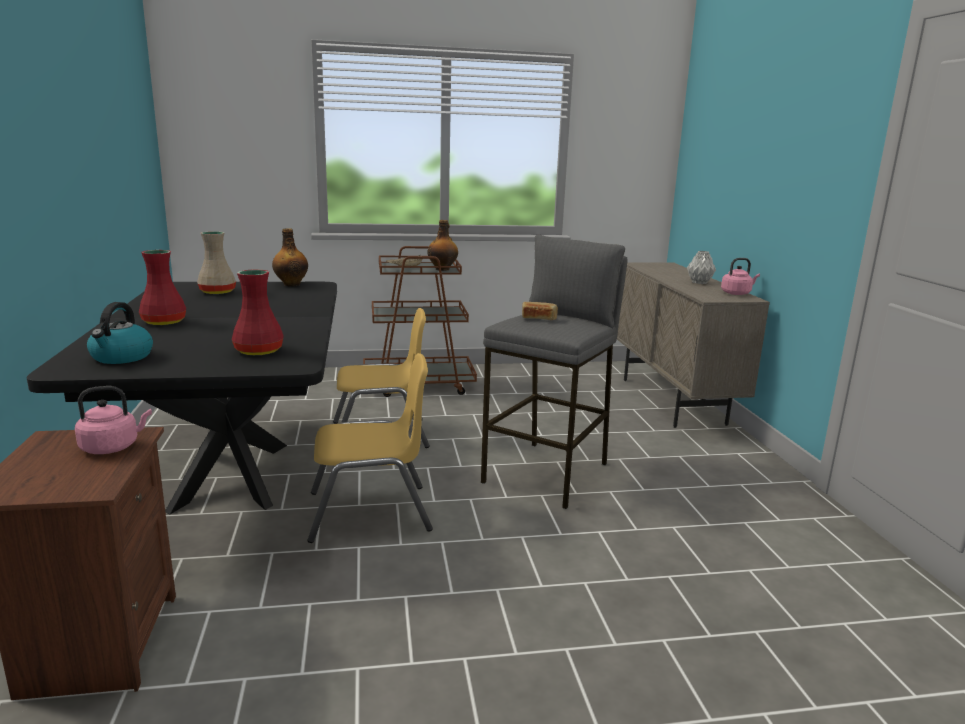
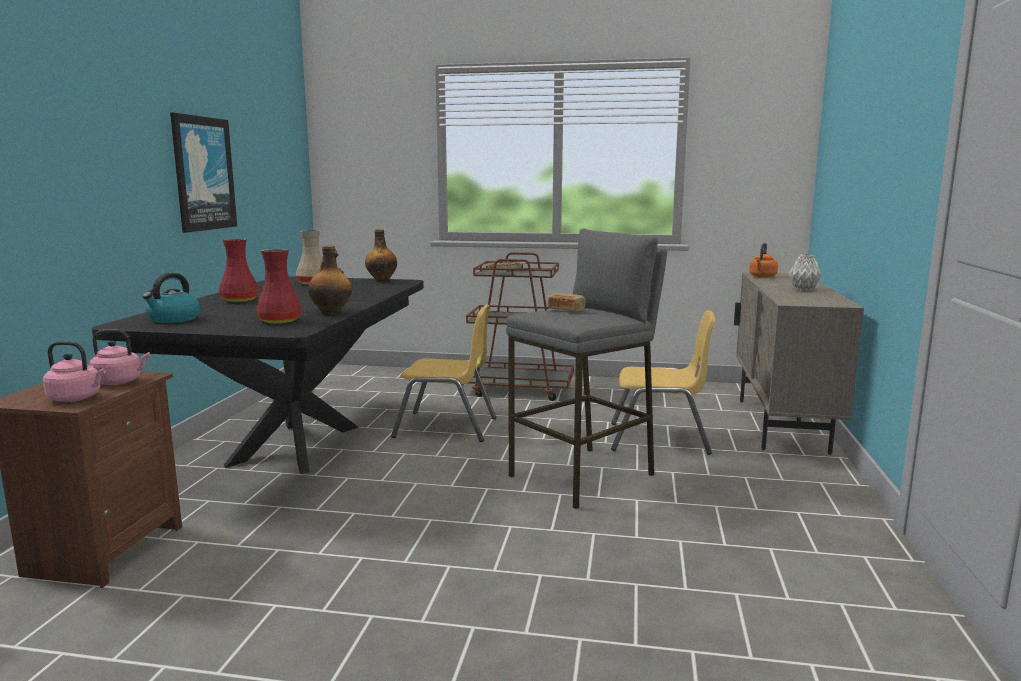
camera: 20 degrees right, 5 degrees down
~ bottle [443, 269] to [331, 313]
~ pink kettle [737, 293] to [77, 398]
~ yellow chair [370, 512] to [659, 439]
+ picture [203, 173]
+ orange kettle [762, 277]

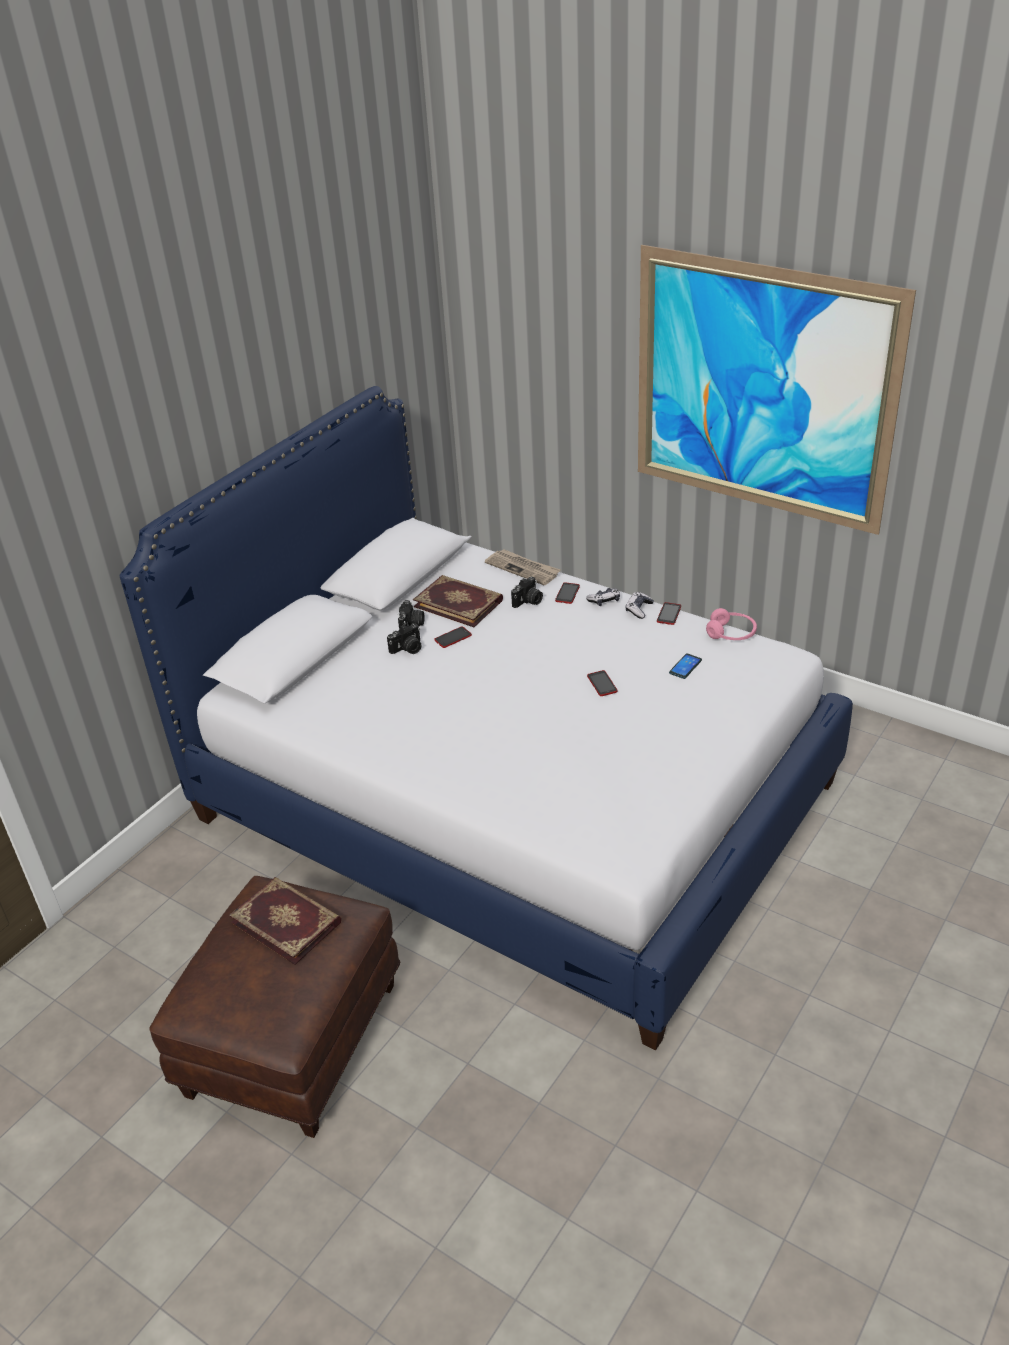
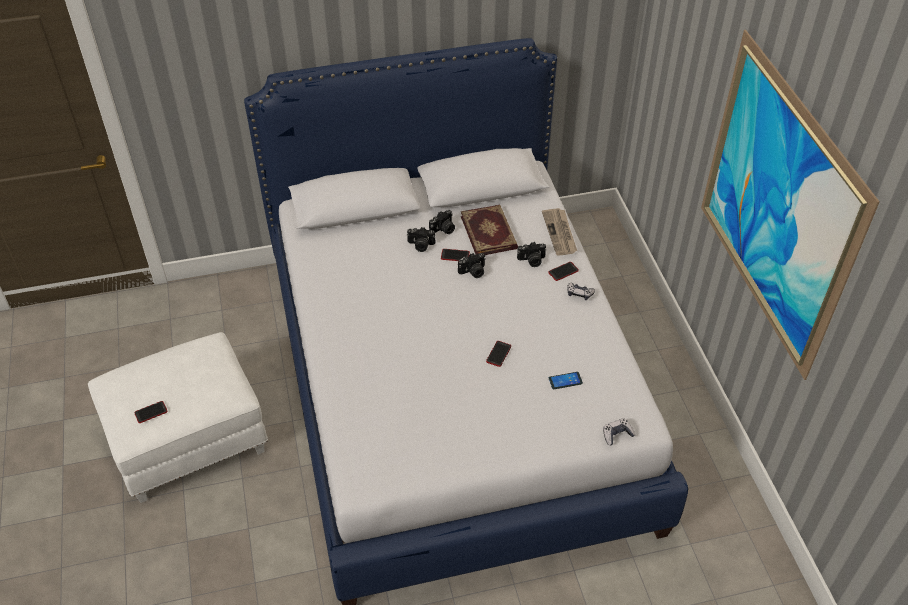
camera: 40 degrees right, 10 degrees up
~ game controller [639, 609] to [617, 434]
~ phone [669, 614] to [151, 412]
- pink headphones [731, 633]
~ brown ottoman [292, 1037] to white ottoman [189, 439]
- book [287, 921]
+ photo camera [473, 272]

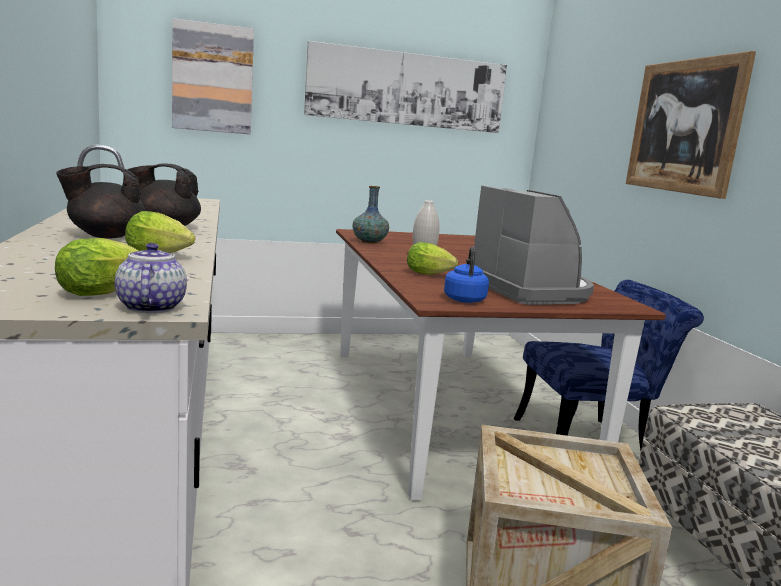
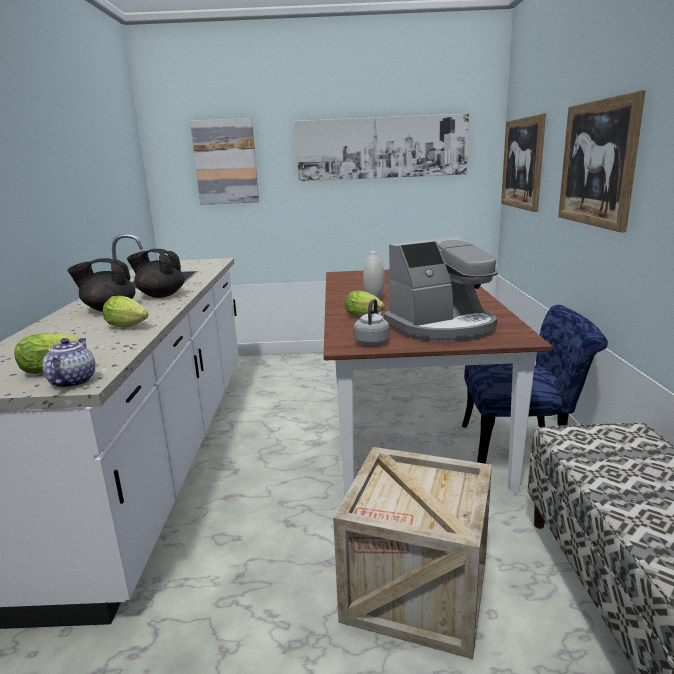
camera: 15 degrees right, 5 degrees up
~ coffee machine [531, 290] = [442, 327] 75 degrees clockwise
- vase [369, 242]
~ blue kettle [464, 299] to grey kettle [372, 341]
+ picture [522, 163]

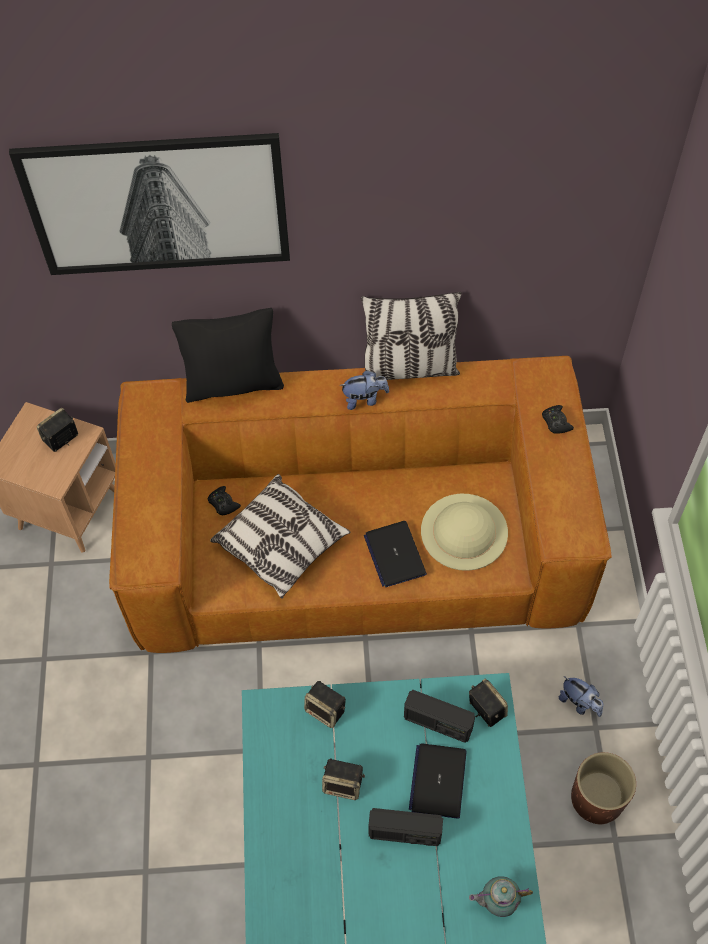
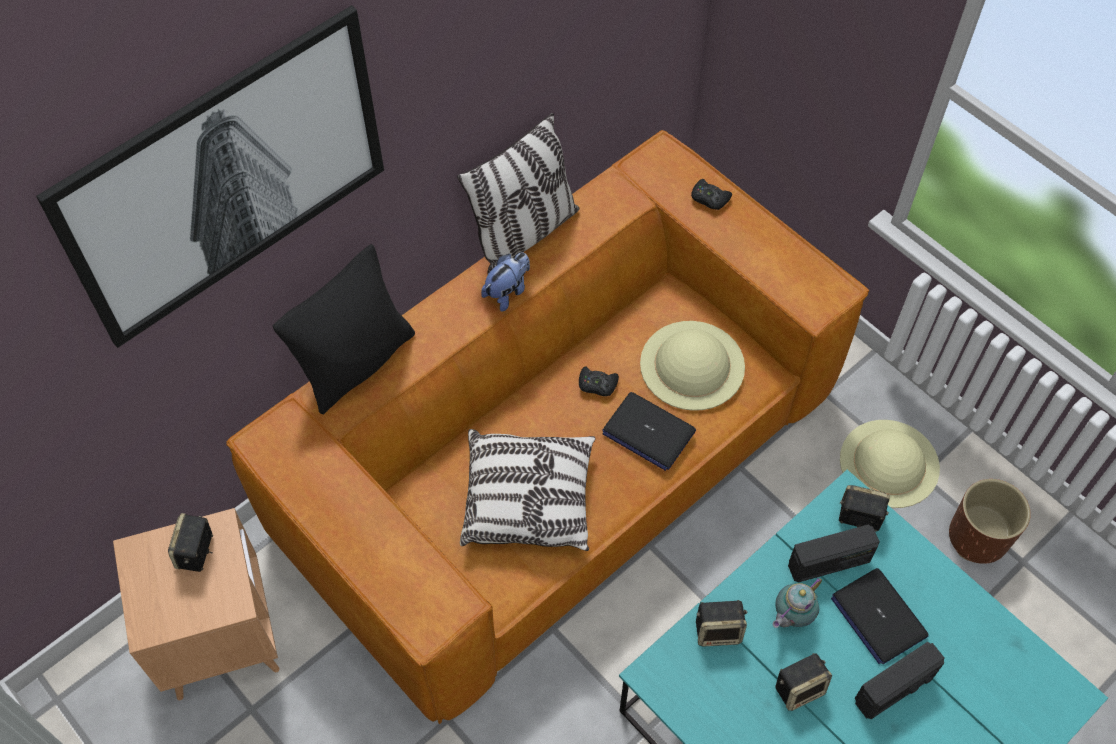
camera: 40 degrees left, 0 degrees up
~ black game controller [223, 503] to [597, 384]
~ plush toy [579, 703] to beige hat [889, 463]
~ teapot [497, 901] to [791, 616]

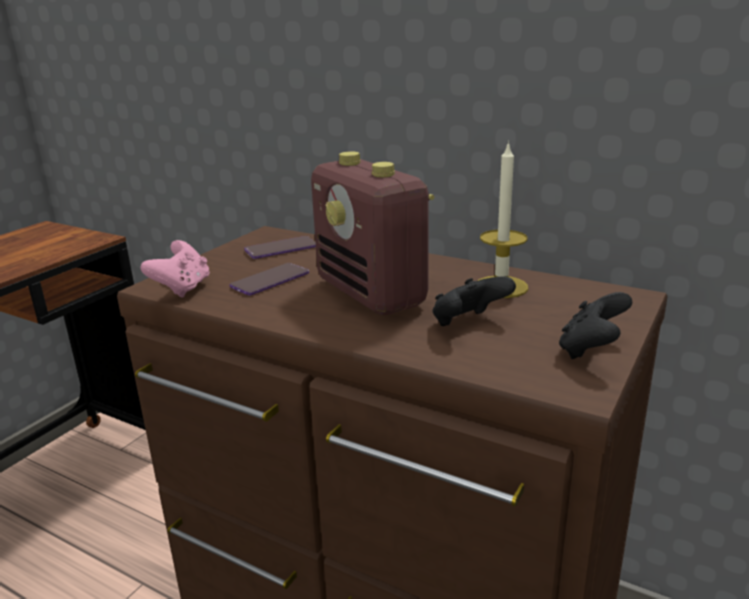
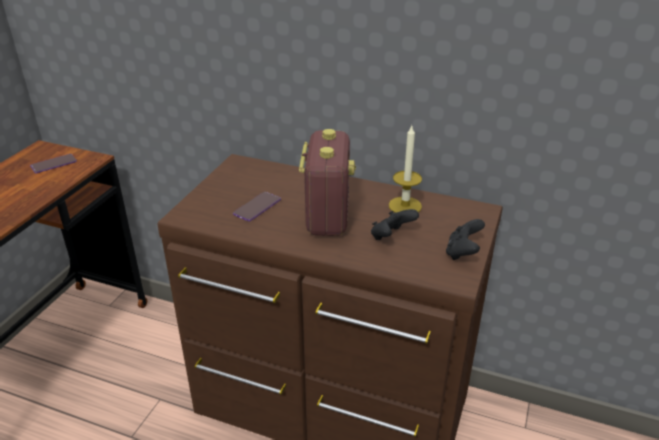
camera: 10 degrees left, 10 degrees up
~ radio [372, 294] = [327, 216] 135 degrees counterclockwise
~ phone [281, 249] to [53, 164]
- pink game controller [182, 288]

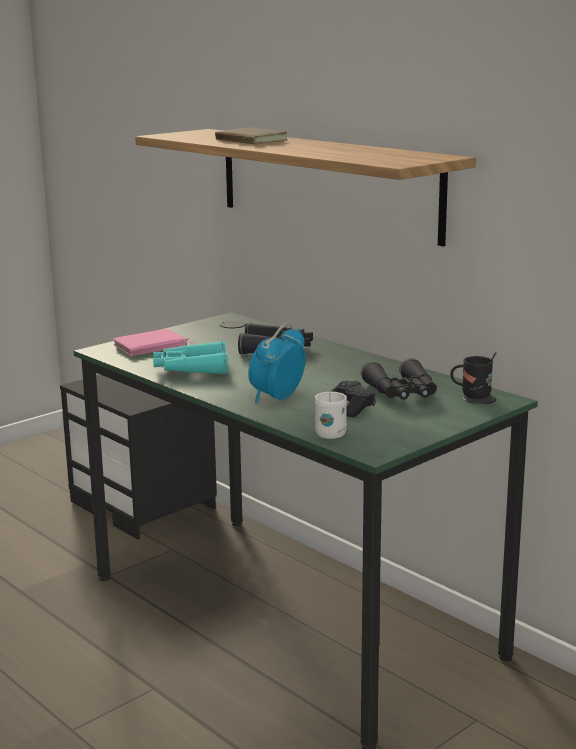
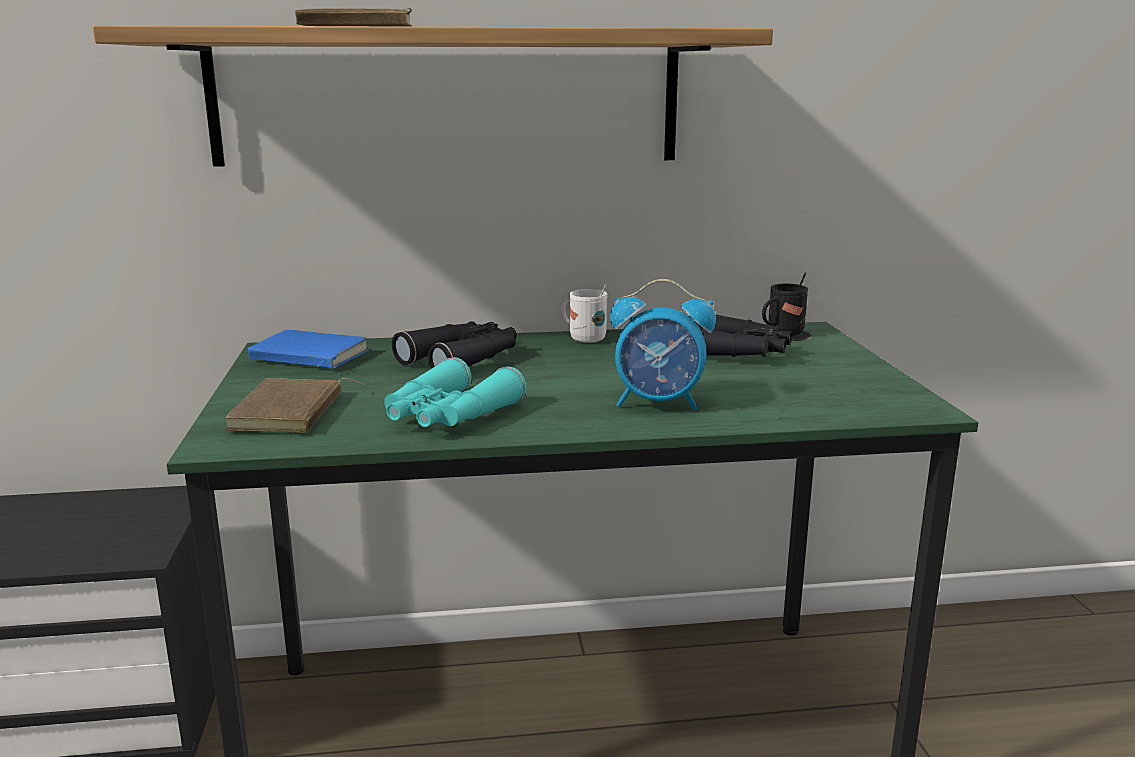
camera: 55 degrees left, 0 degrees up
~ alarm clock [276, 398] = [659, 403] 60 degrees counterclockwise
~ pink book [151, 347] to brown book [291, 413]
- black game controller [351, 407]
~ white mug [331, 433] to [583, 338]
+ blue book [307, 357]

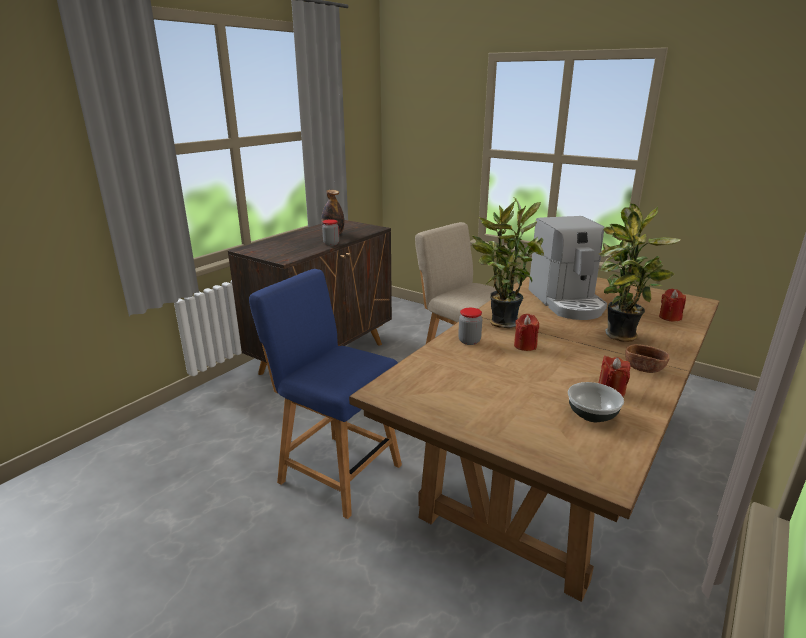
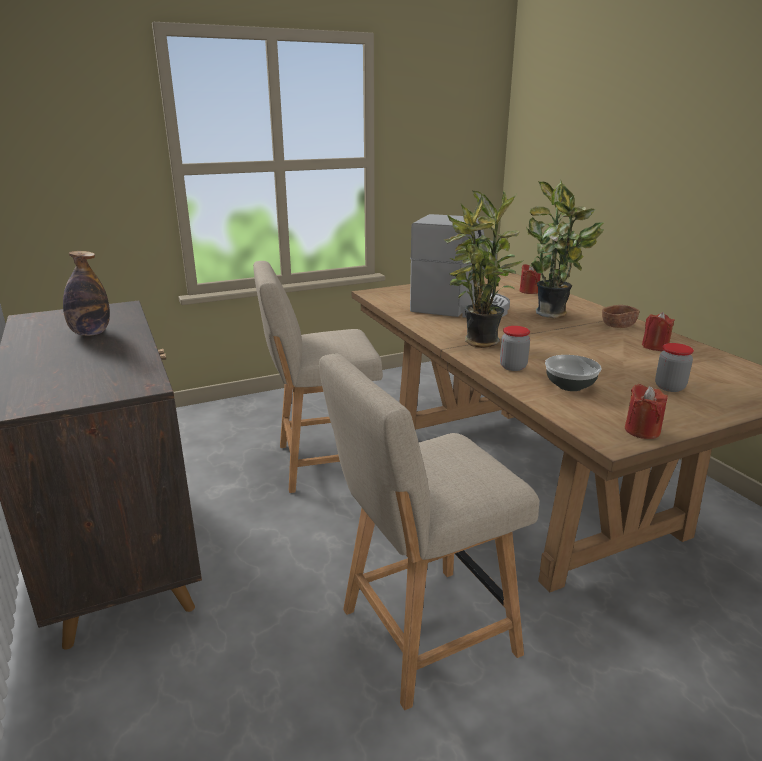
camera: 60 degrees left, 0 degrees up
~ jar [331, 244] to [669, 387]
~ blue chair [335, 471] to beige chair [421, 635]
~ red candle [525, 346] to [642, 430]
~ bowl [591, 415] to [569, 386]

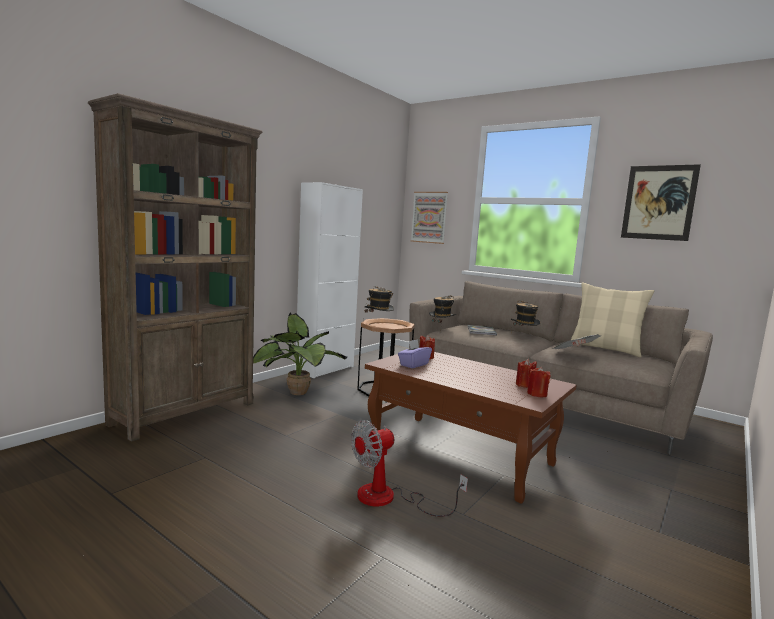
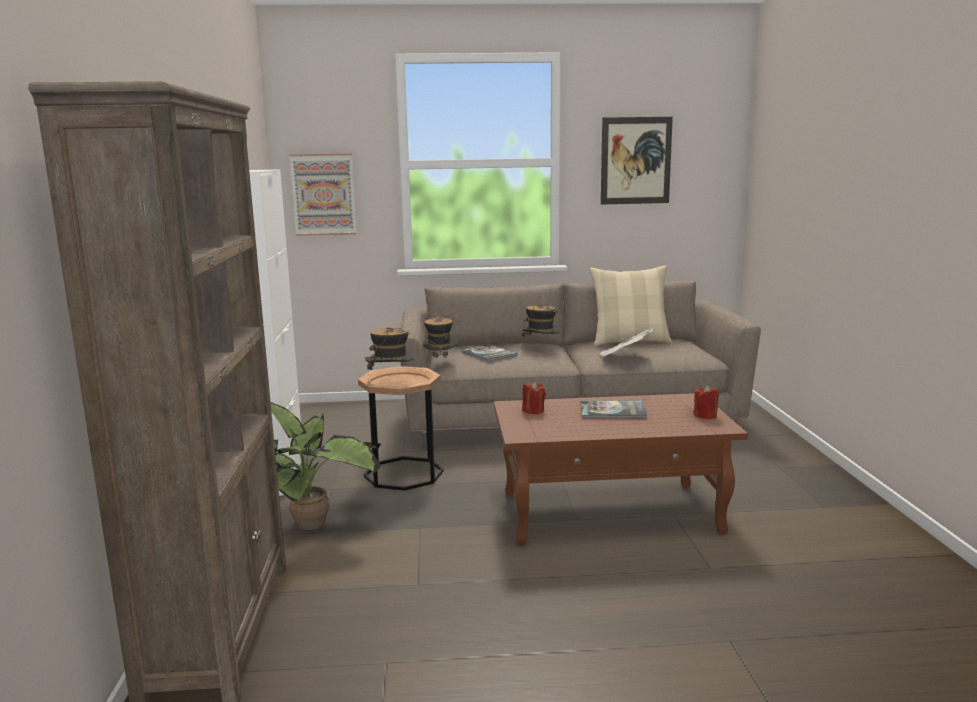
camera: 40 degrees left, 5 degrees up
- purple tissue box [413, 364]
- red candle [525, 385]
- fan [389, 499]
+ book [612, 411]

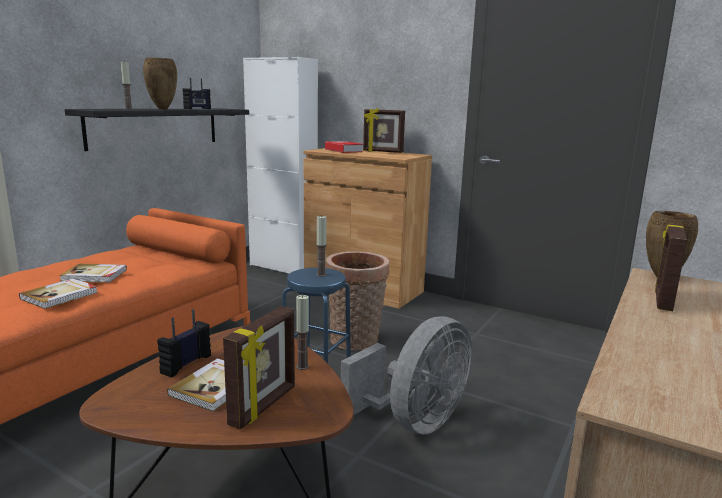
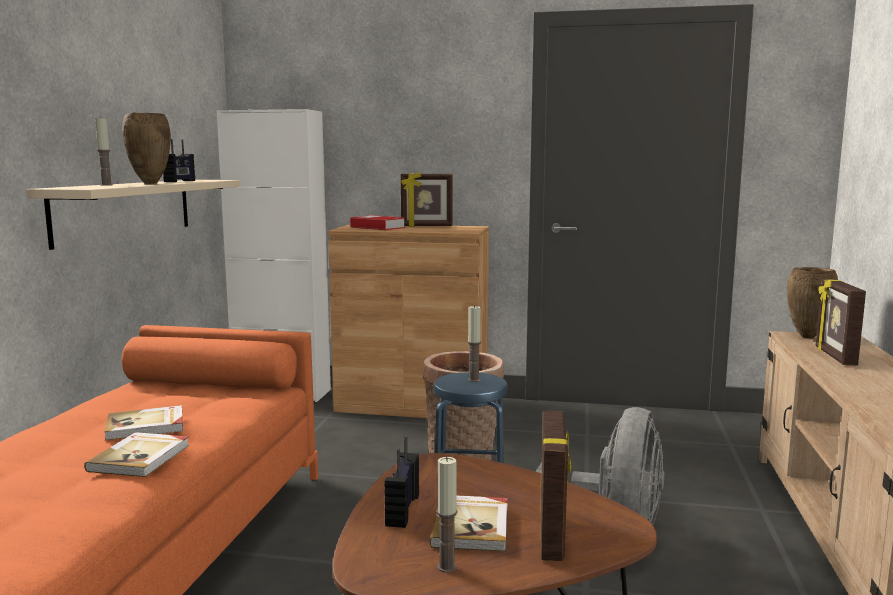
camera: 20 degrees left, 5 degrees down
~ black shelf [155, 127] to beige shelf [125, 210]
~ candle [302, 366] to [446, 567]

